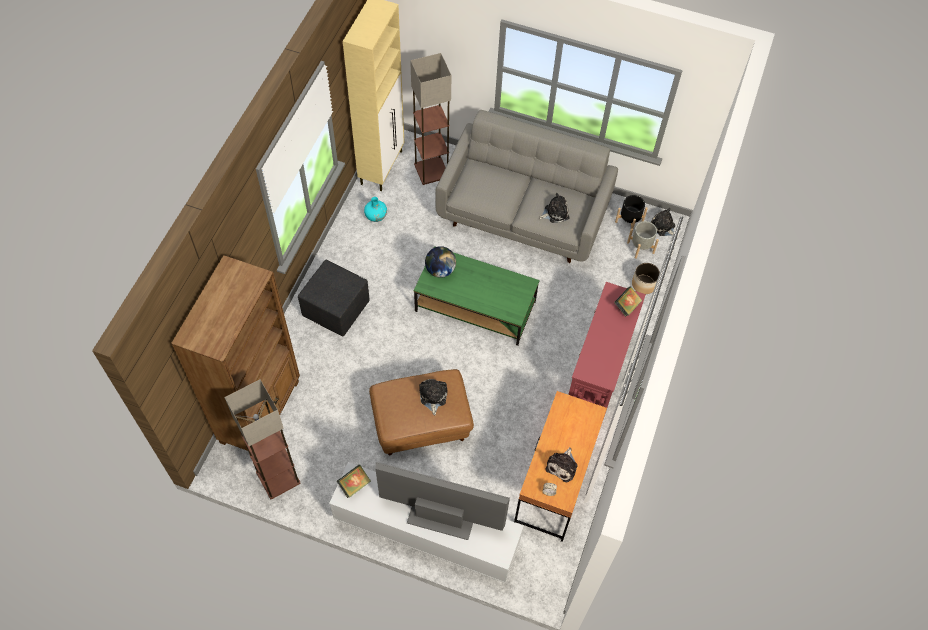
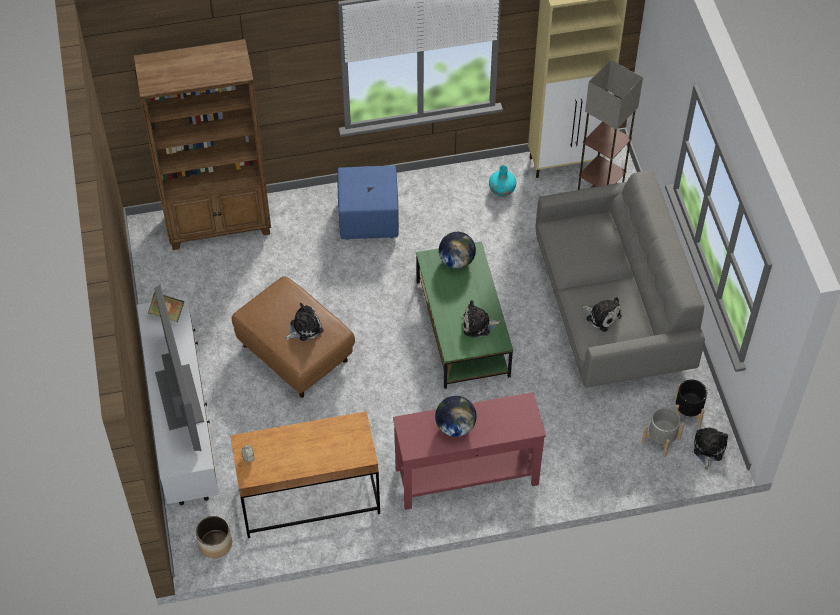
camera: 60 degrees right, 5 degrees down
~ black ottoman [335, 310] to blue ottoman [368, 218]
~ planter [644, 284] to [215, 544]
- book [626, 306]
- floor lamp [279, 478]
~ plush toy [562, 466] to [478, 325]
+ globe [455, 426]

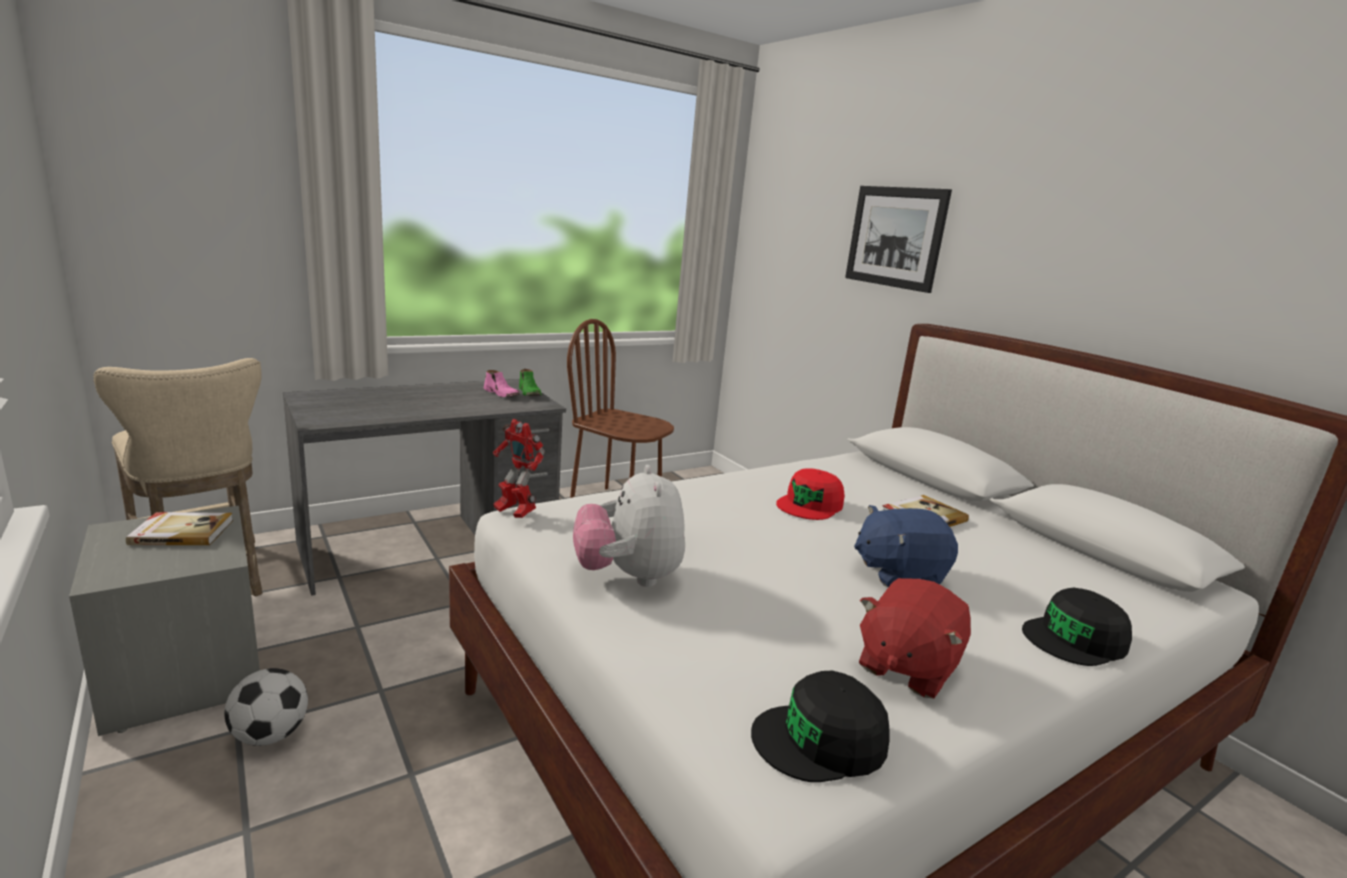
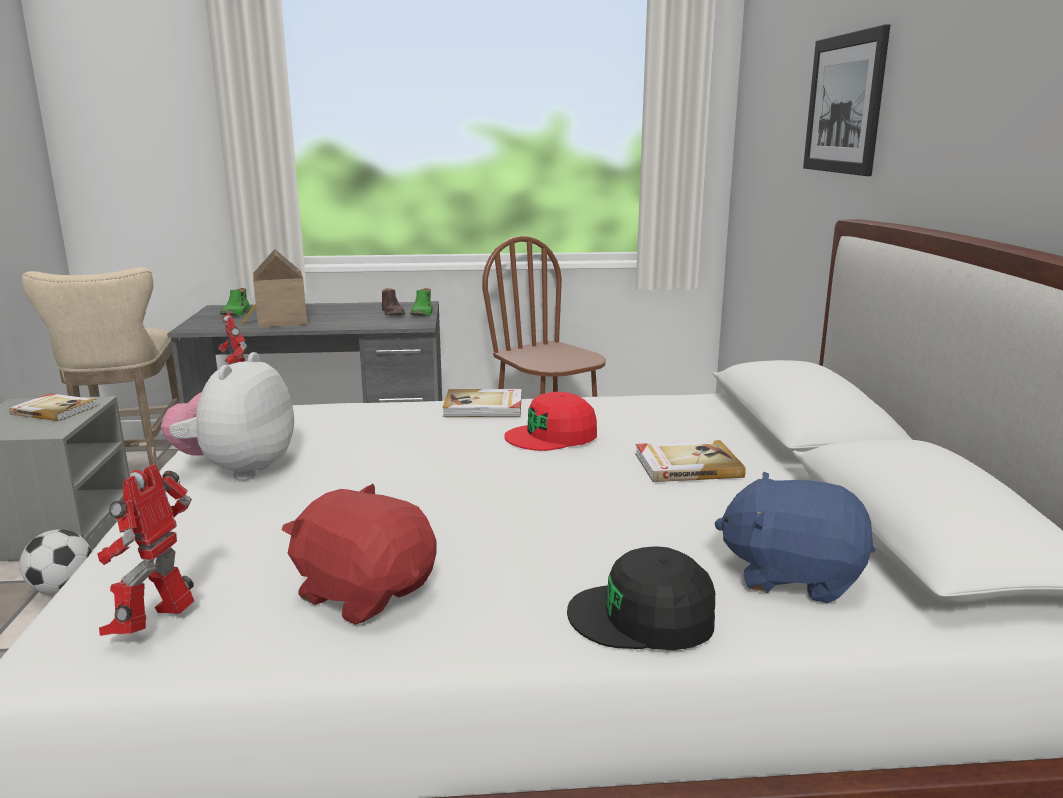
camera: 30 degrees right, 0 degrees up
~ pink shoe [502, 394] to brown shoe [393, 313]
~ blue plush toy [898, 573] to [792, 575]
~ red plush toy [905, 667] = [365, 593] 60 degrees clockwise
~ black cap [820, 740] to toy robot [157, 626]
+ toy house [278, 321]
+ green shoe [236, 313]
+ book [484, 407]

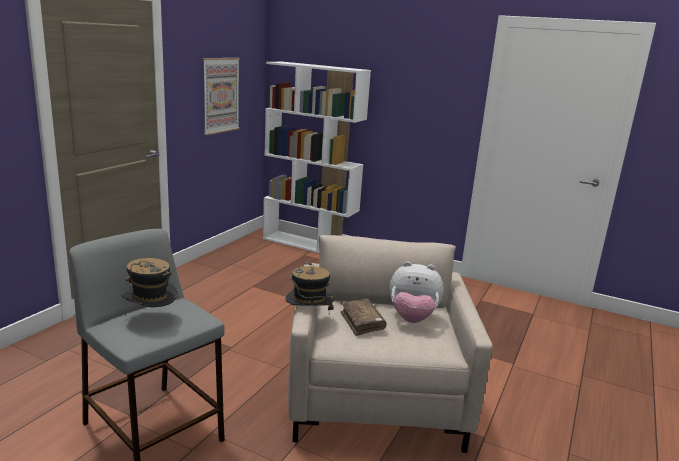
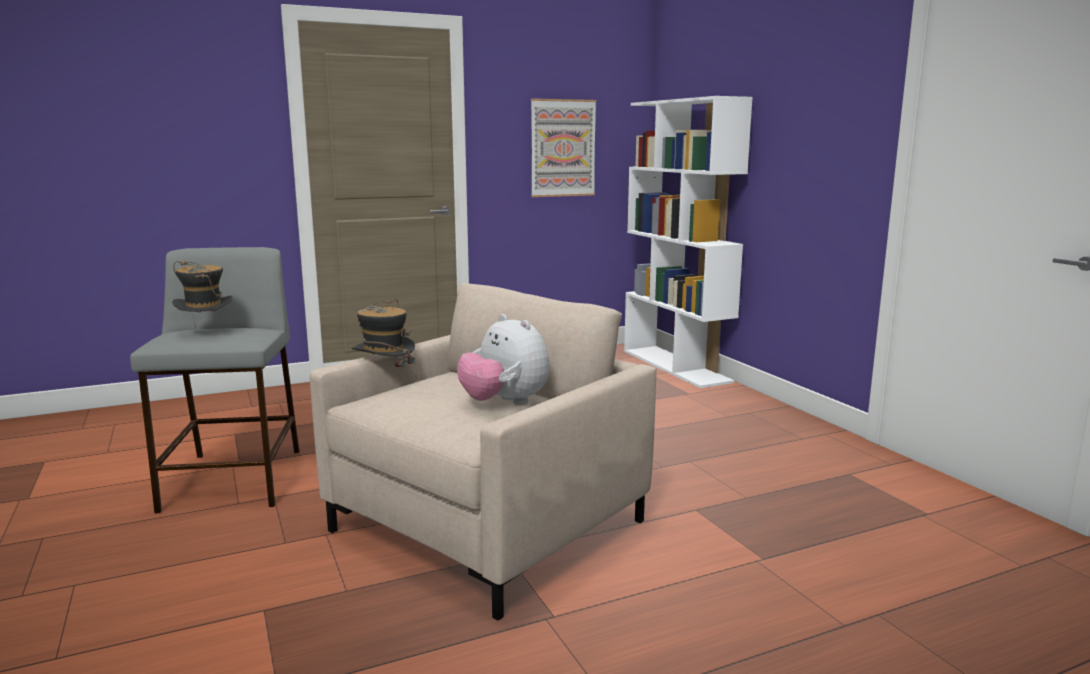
camera: 40 degrees right, 5 degrees down
- brown book [362, 322]

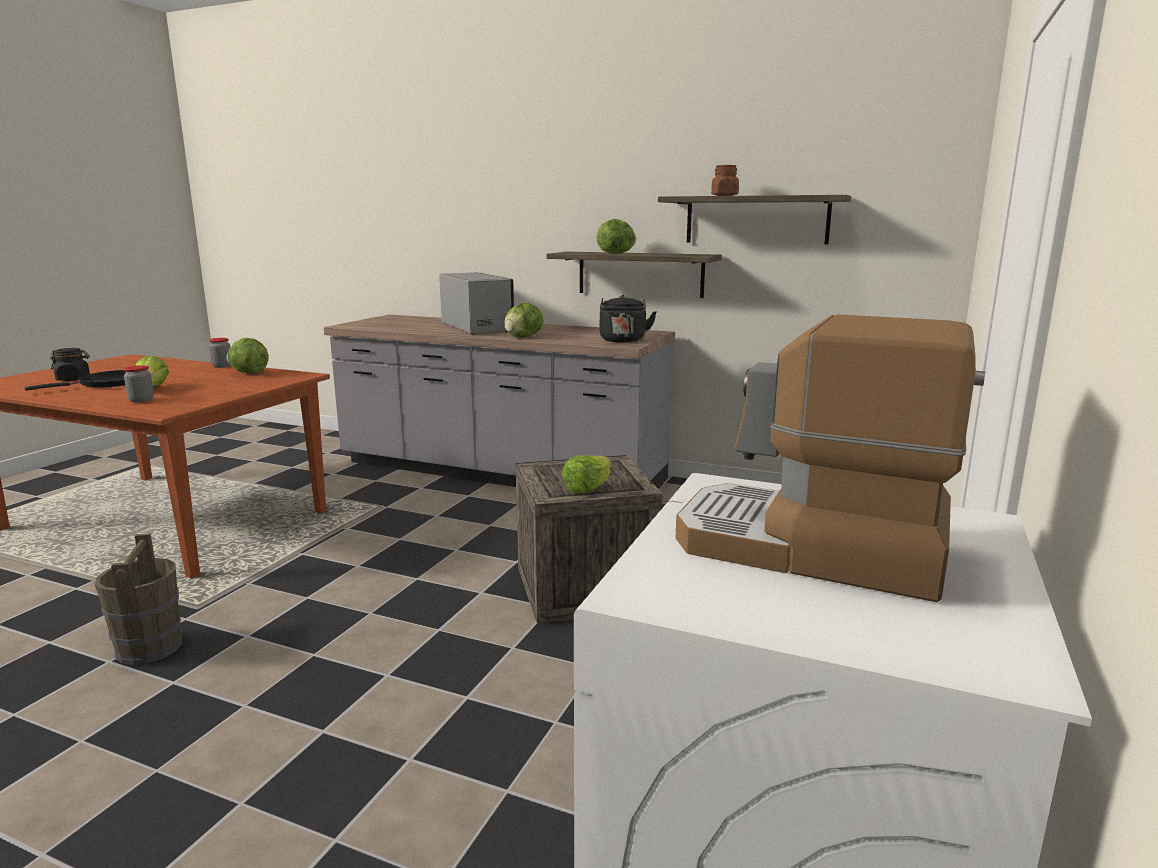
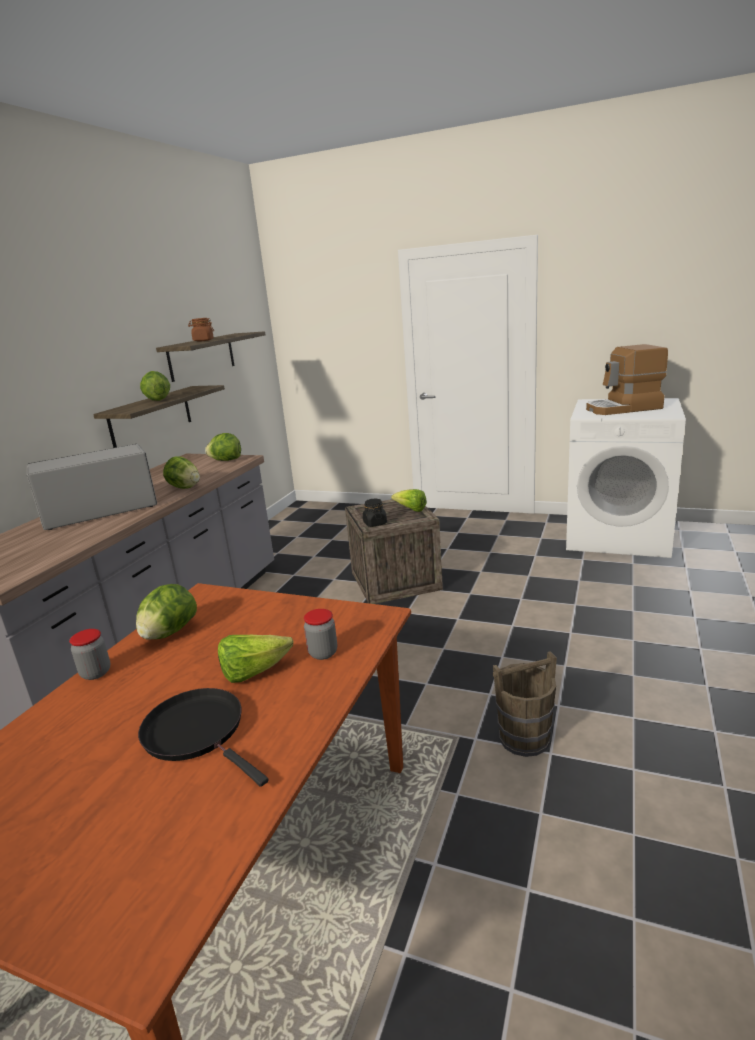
camera: 90 degrees left, 5 degrees up
~ black kettle [623, 341] to lettuce [226, 460]
~ coffee machine [810, 548] = [624, 408] 60 degrees clockwise
~ black jar [73, 379] to [375, 523]

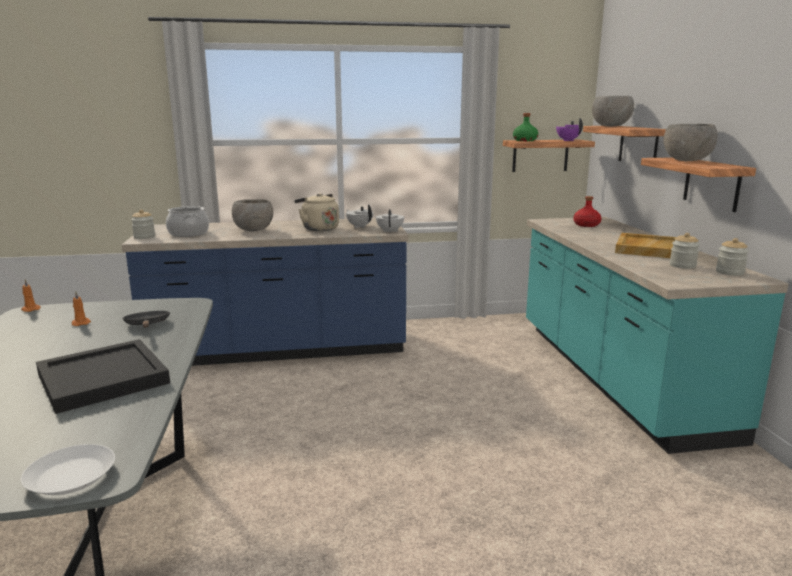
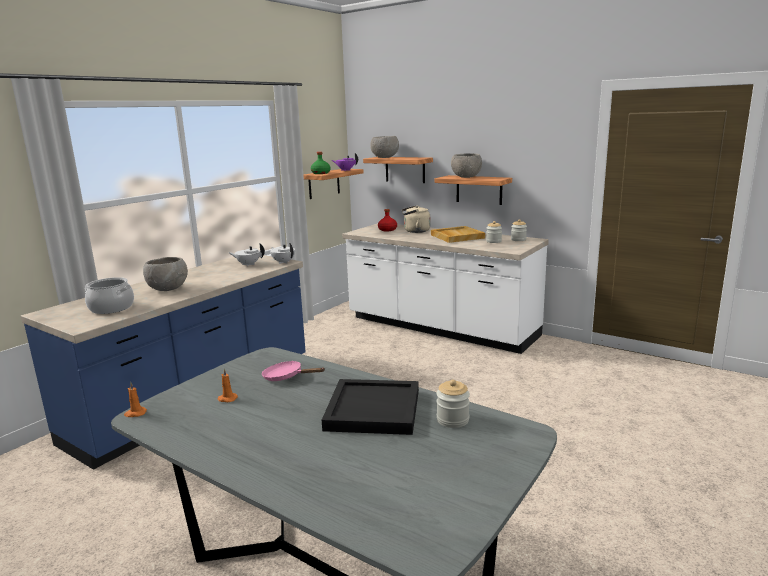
camera: 45 degrees left, 0 degrees up
~ beige kettle [318, 228] to [415, 231]
~ jar [144, 237] to [452, 420]
~ turquoise counter [613, 376] to white counter [440, 327]
~ black frying pan [147, 325] to pink frying pan [286, 377]
- white plate [70, 476]

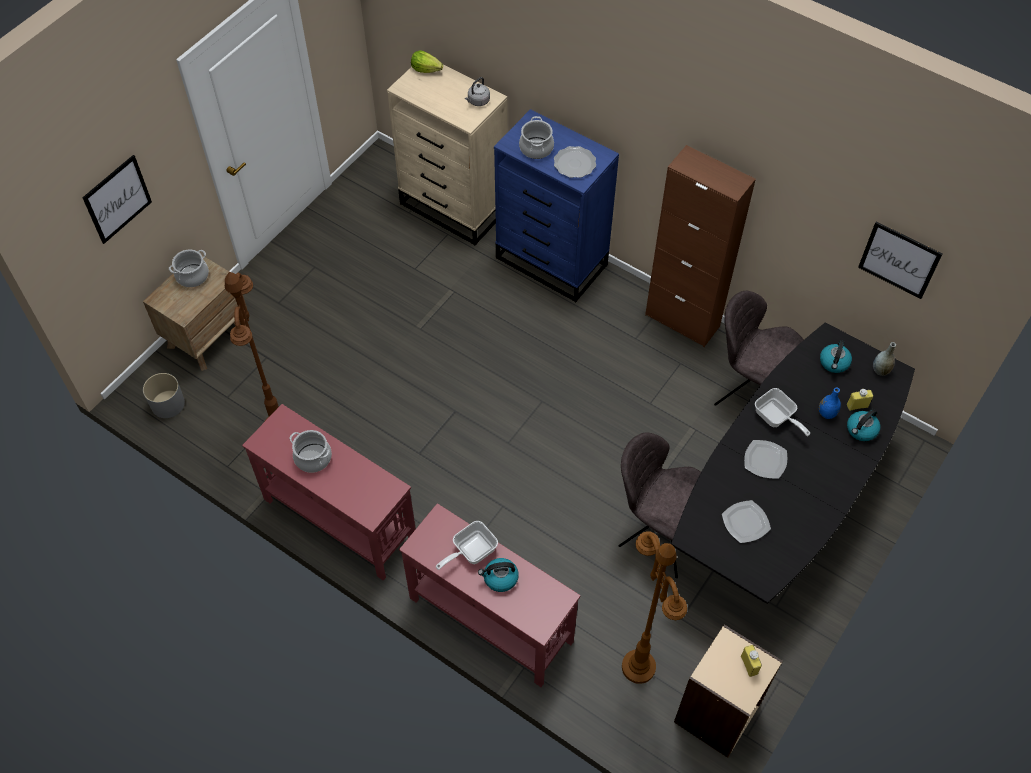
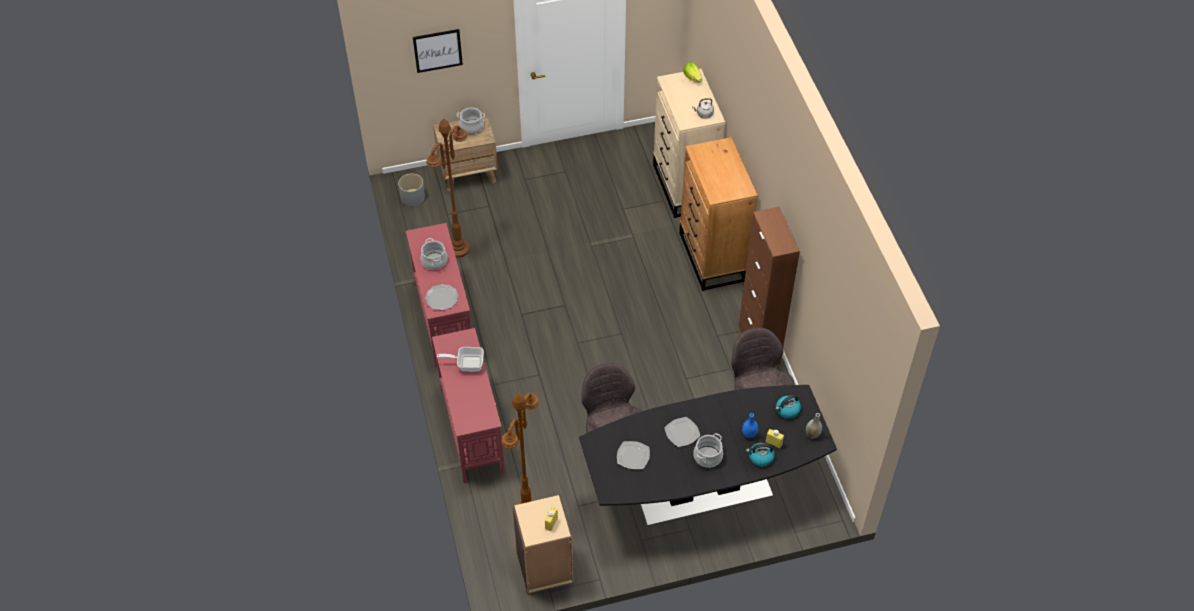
camera: 40 degrees right, 5 degrees down
~ blue dresser [552, 262] to brown dresser [712, 257]
~ cooking pot [536, 148] to [707, 456]
~ plate [575, 164] to [442, 298]
- picture [899, 260]
- frying pan [776, 418]
- kettle [500, 578]

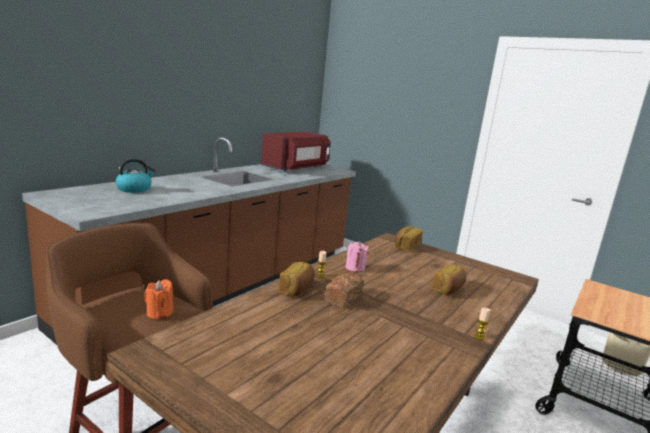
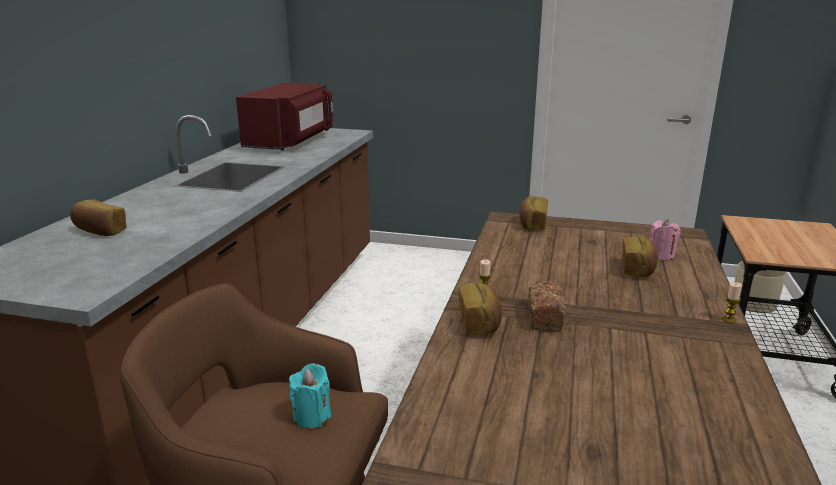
camera: 20 degrees left, 5 degrees up
~ kettle [134, 189] to bread [99, 231]
~ pink candle [355, 268] to [661, 255]
~ orange candle [159, 313] to turquoise candle [312, 416]

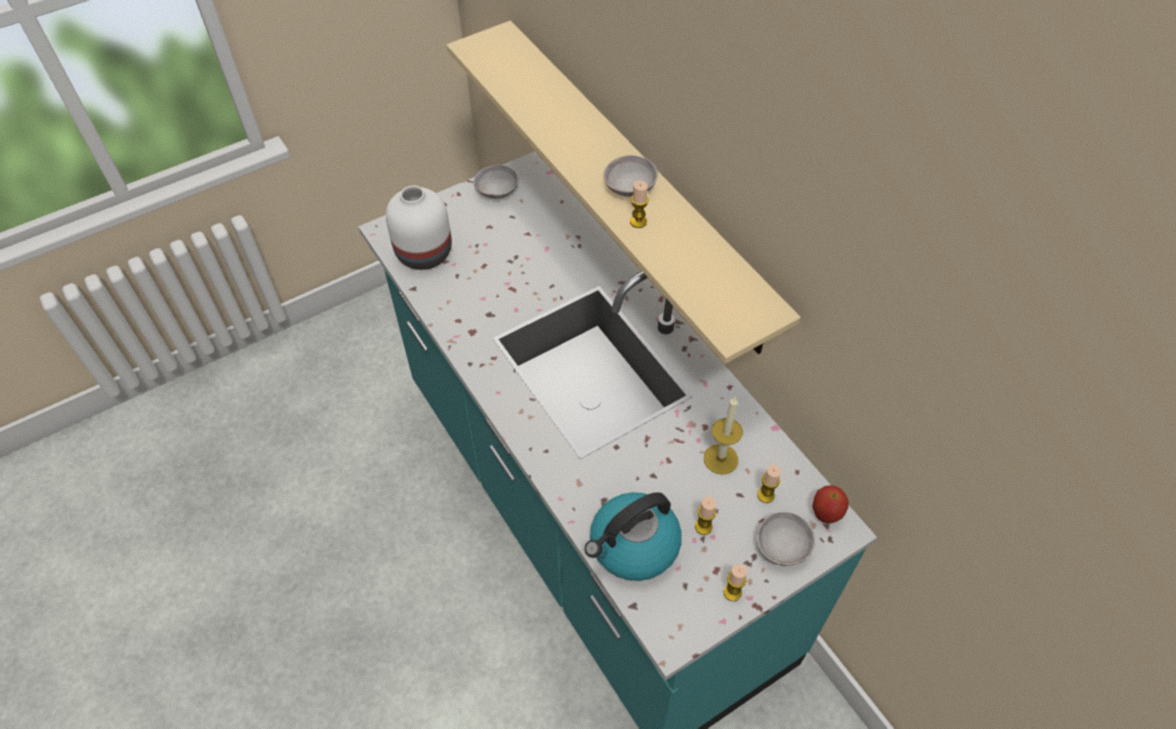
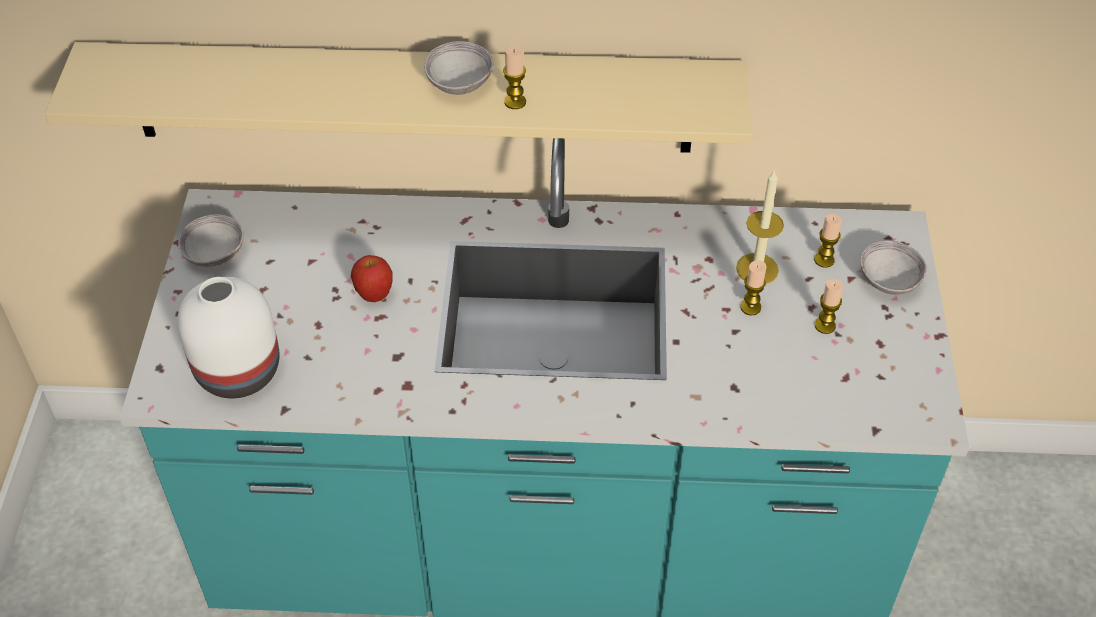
camera: 55 degrees left, 5 degrees down
~ apple [825, 514] to [374, 295]
- kettle [633, 546]
~ candle [732, 592] to [750, 307]

